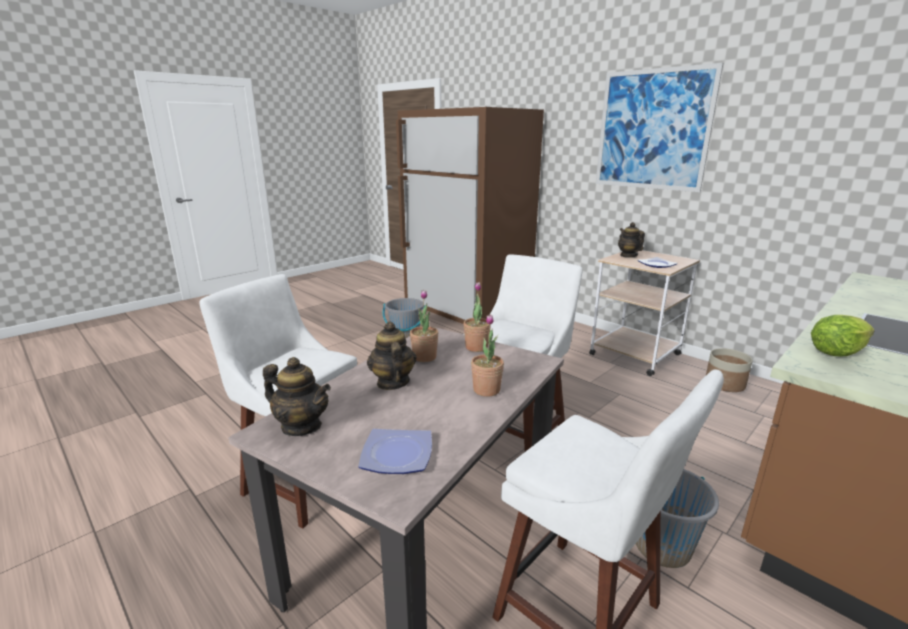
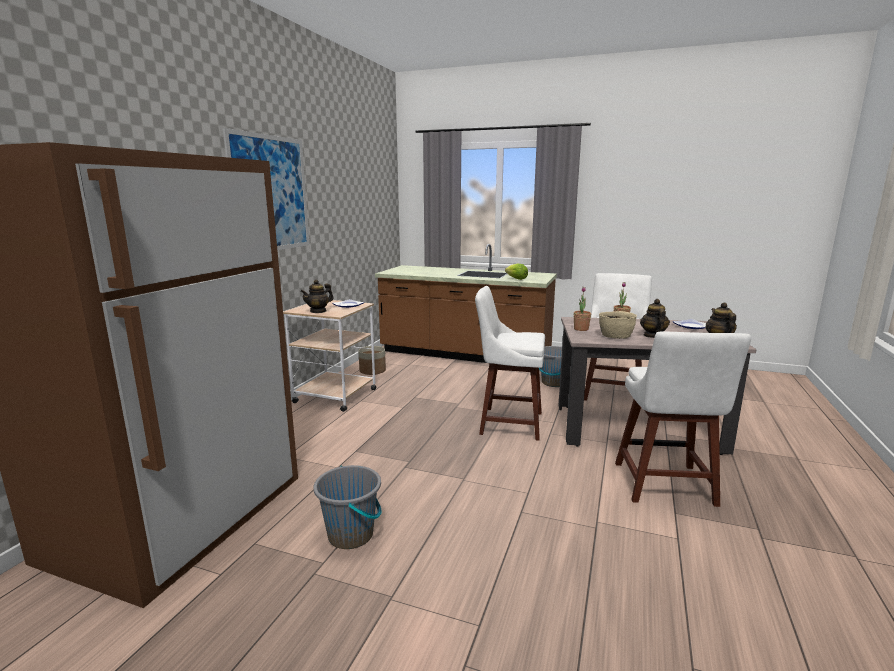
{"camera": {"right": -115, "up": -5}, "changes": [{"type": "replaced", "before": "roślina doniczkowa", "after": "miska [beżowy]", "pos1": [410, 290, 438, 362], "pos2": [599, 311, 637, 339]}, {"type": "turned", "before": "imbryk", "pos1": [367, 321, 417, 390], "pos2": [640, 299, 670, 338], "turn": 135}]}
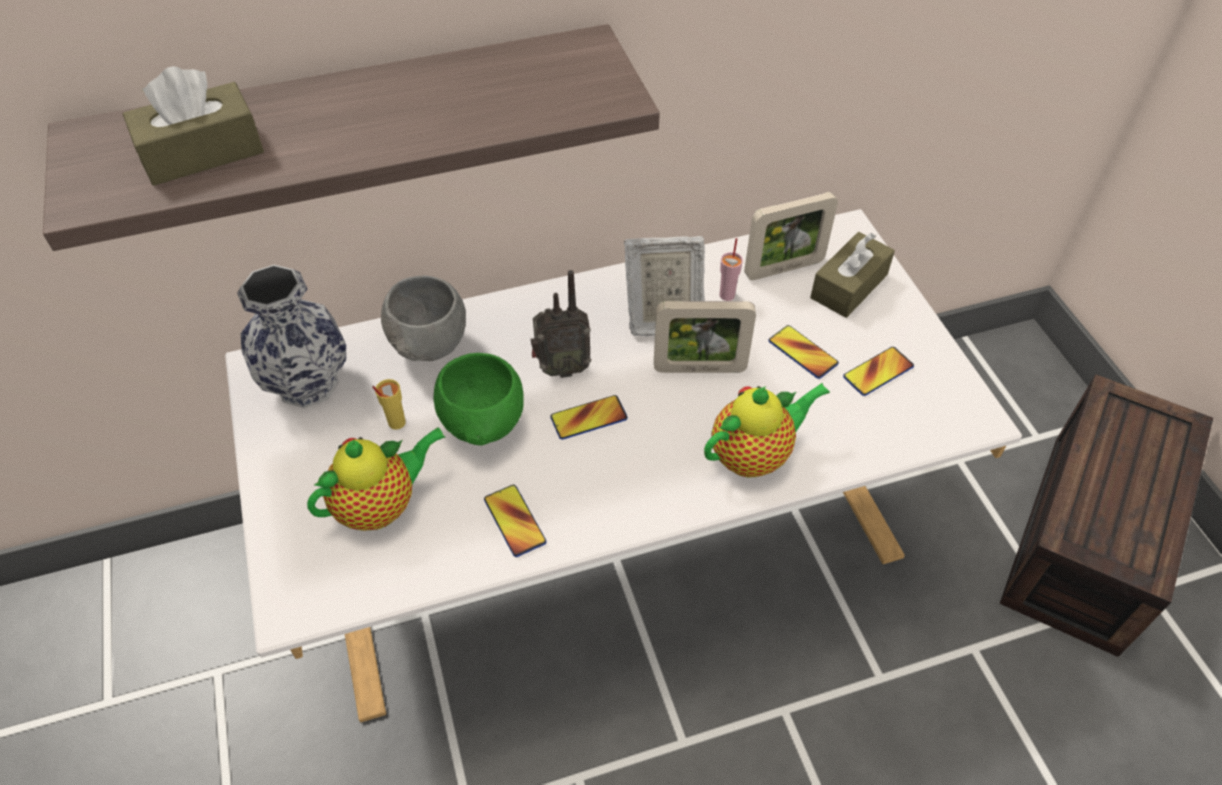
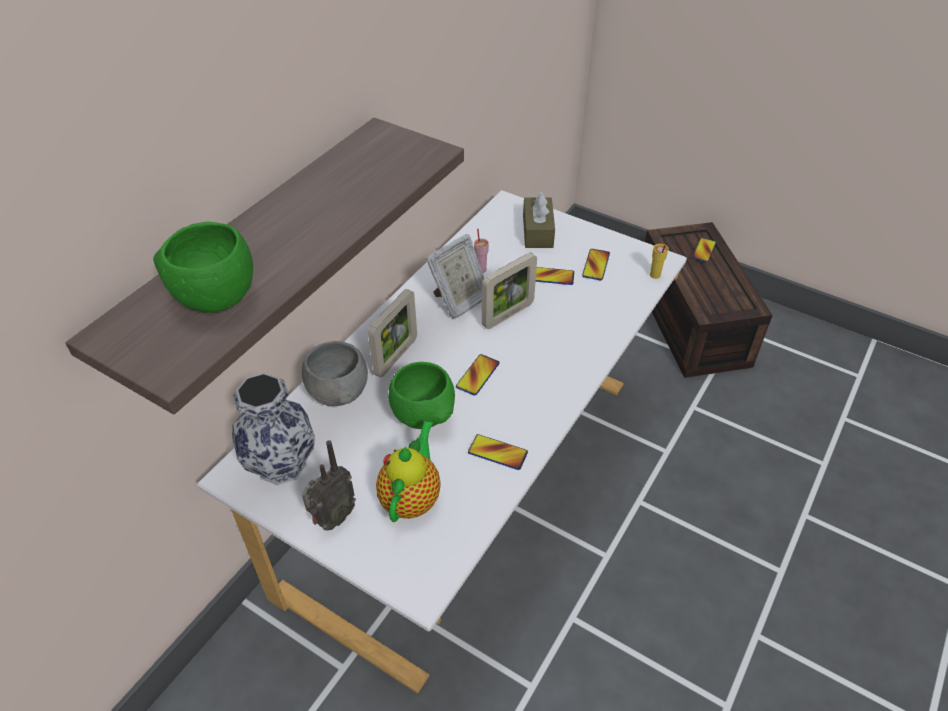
{"camera": {"right": -40, "up": -5}, "changes": [{"type": "replaced", "before": "pudełko chusteczek [brązowy]", "after": "miska [zielony]", "pos1": [123, 66, 264, 186], "pos2": [153, 221, 253, 313]}, {"type": "moved", "before": "radio", "pos1": [530, 270, 591, 378], "pos2": [302, 440, 356, 531]}, {"type": "moved", "before": "ramka na zdjęcie", "pos1": [744, 192, 838, 280], "pos2": [368, 289, 417, 377]}, {"type": "moved", "before": "filiżanka [żółty]", "pos1": [372, 379, 406, 430], "pos2": [650, 244, 669, 279]}, {"type": "added", "after": "telefon", "pos2": [692, 238, 716, 263]}, {"type": "removed", "before": "imbryk", "pos1": [704, 383, 830, 478]}]}
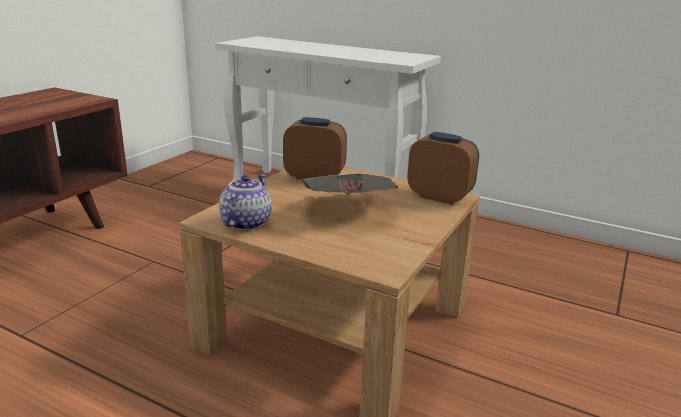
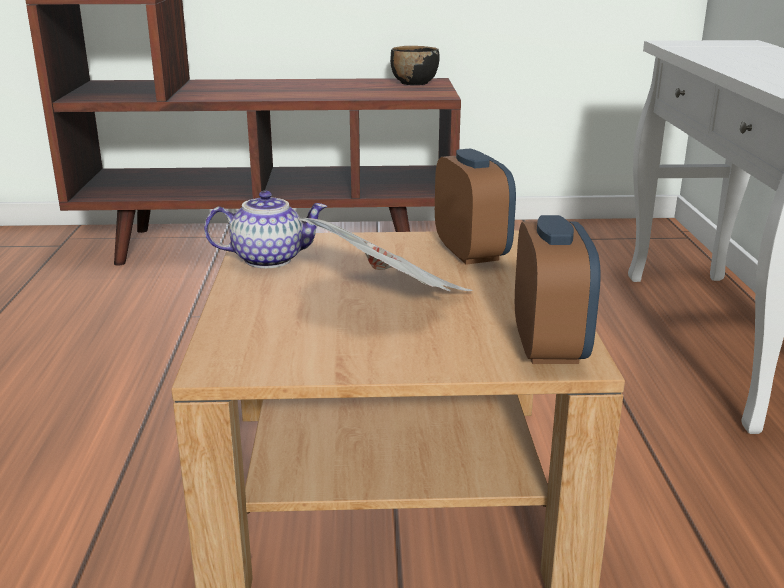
{"camera": {"right": 60, "up": 0}, "changes": [{"type": "added", "after": "miska [czarny]", "pos2": [390, 46, 440, 85]}]}
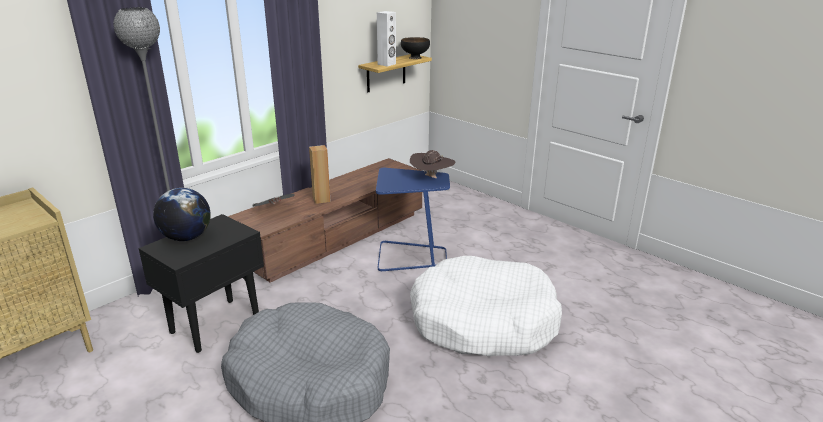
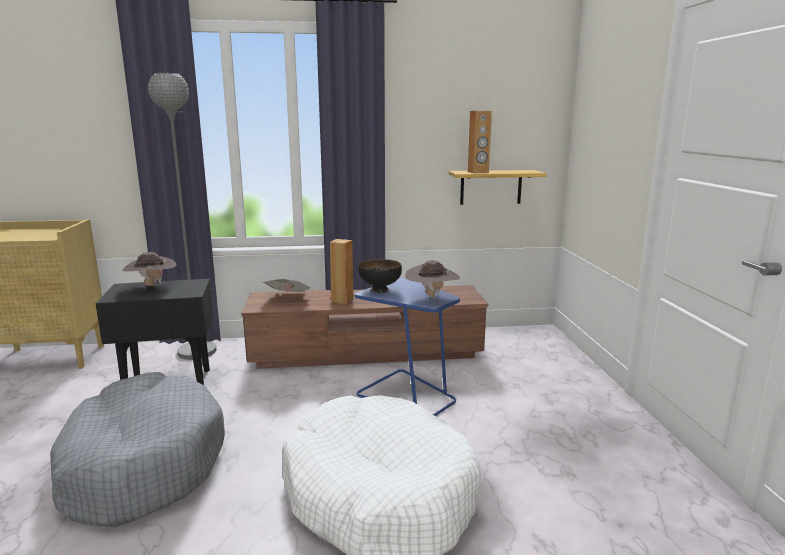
{"camera": {"right": 40, "up": -10}, "changes": [{"type": "replaced", "before": "globus", "after": "kapelusz [brązowy]", "pos1": [153, 188, 211, 241], "pos2": [122, 252, 177, 286]}, {"type": "moved", "before": "miska [czarny]", "pos1": [401, 37, 430, 59], "pos2": [358, 259, 402, 293]}, {"type": "recoloured", "before": "głośnik [biały]", "after": "głośnik [brązowy]", "pos1": [377, 11, 396, 67], "pos2": [468, 111, 492, 173]}]}
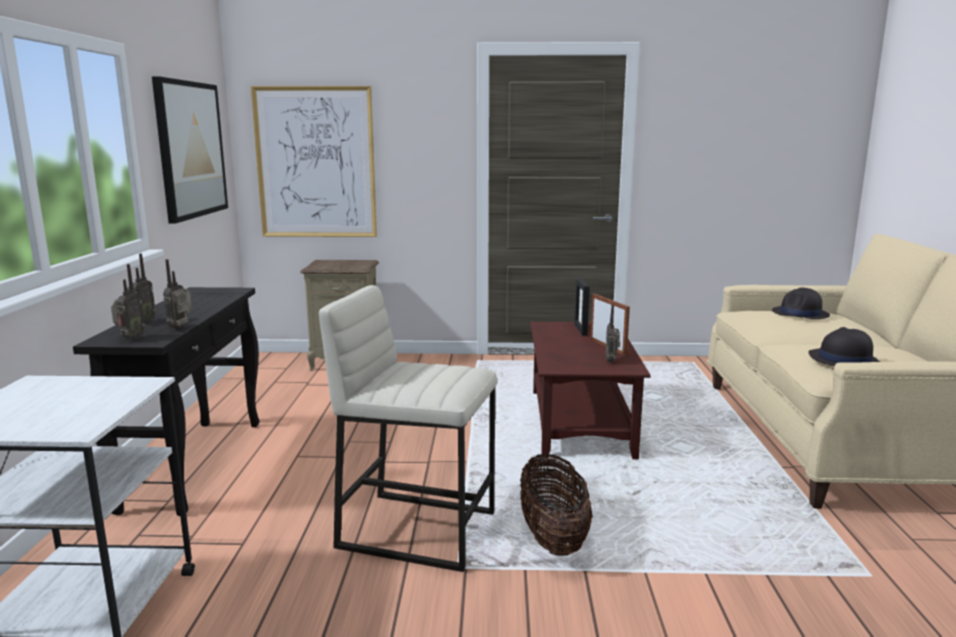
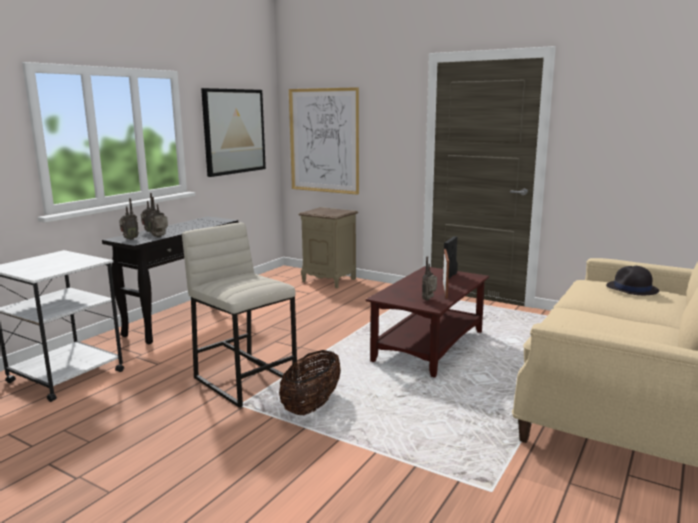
{"camera": {"right": 30, "up": 0}, "changes": [{"type": "removed", "before": "kapelusz [czarny]", "pos1": [809, 327, 880, 366]}]}
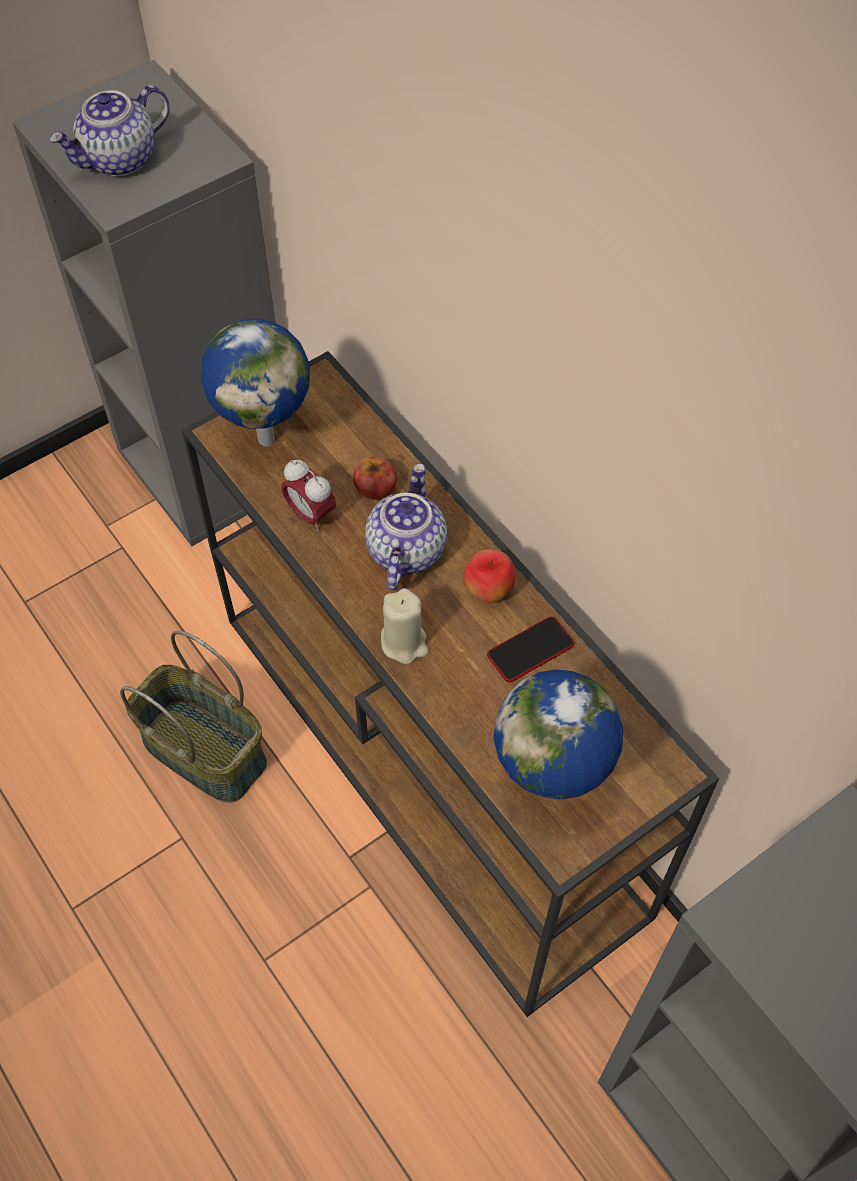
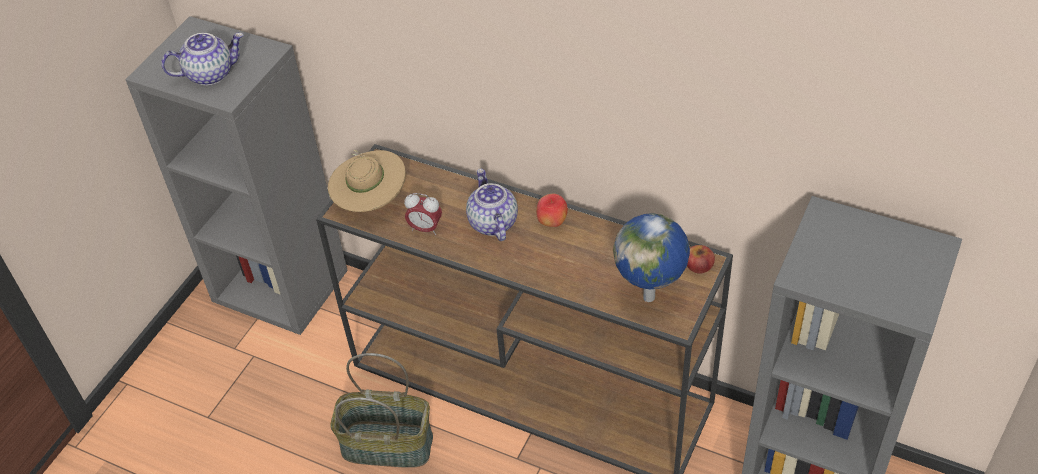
{"camera": {"right": -25, "up": -10}, "changes": [{"type": "turned", "before": "imbryk", "pos1": [49, 85, 170, 176], "pos2": [161, 33, 244, 85], "turn": -135}, {"type": "replaced", "before": "globus", "after": "kapelusz [beżowy]", "pos1": [200, 319, 310, 446], "pos2": [328, 150, 406, 212]}, {"type": "moved", "before": "jabłko", "pos1": [353, 457, 397, 500], "pos2": [687, 245, 715, 274]}, {"type": "removed", "before": "świeca [beżowy]", "pos1": [381, 588, 429, 664]}, {"type": "removed", "before": "telefon", "pos1": [487, 617, 574, 682]}]}
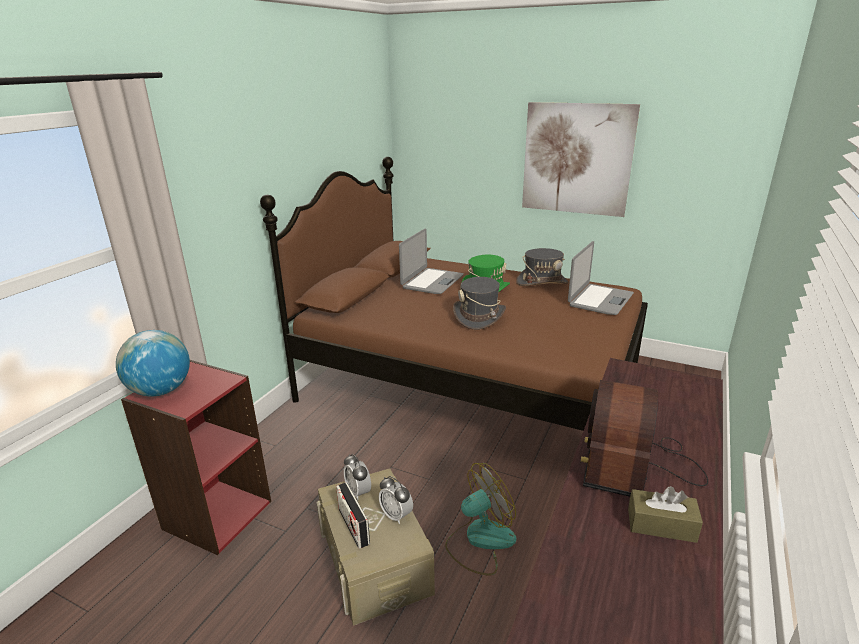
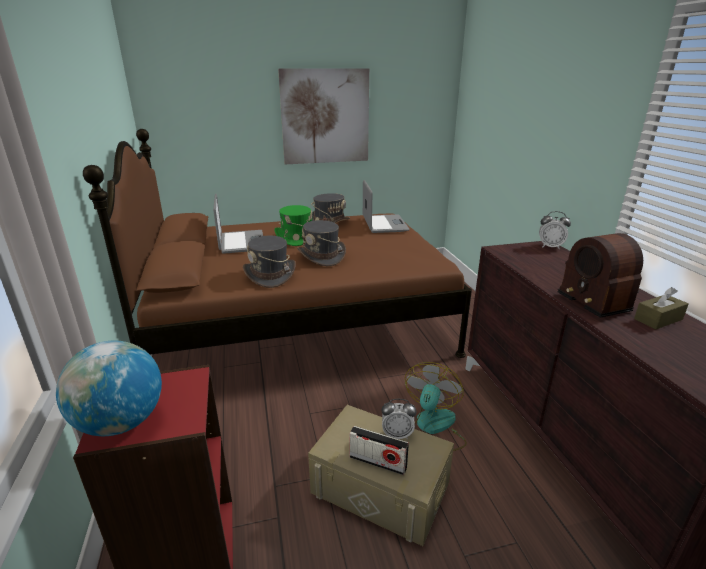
{"camera": {"right": -40, "up": 0}, "changes": [{"type": "added", "after": "kapelusz [szary]", "pos2": [243, 236, 296, 288]}, {"type": "moved", "before": "budzik", "pos1": [344, 454, 371, 501], "pos2": [539, 211, 571, 249]}]}
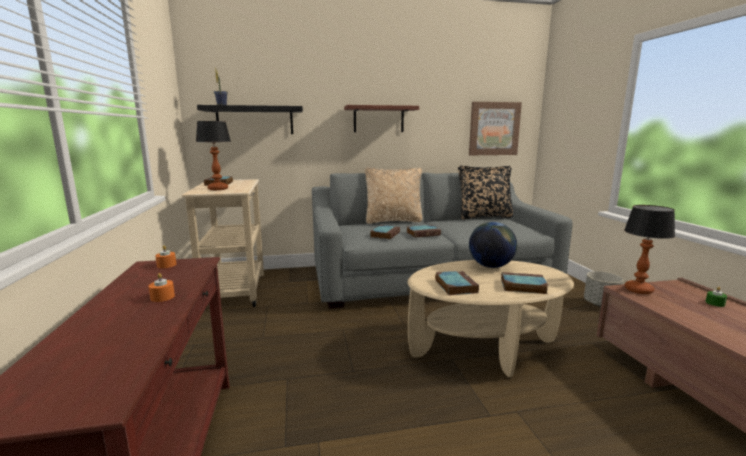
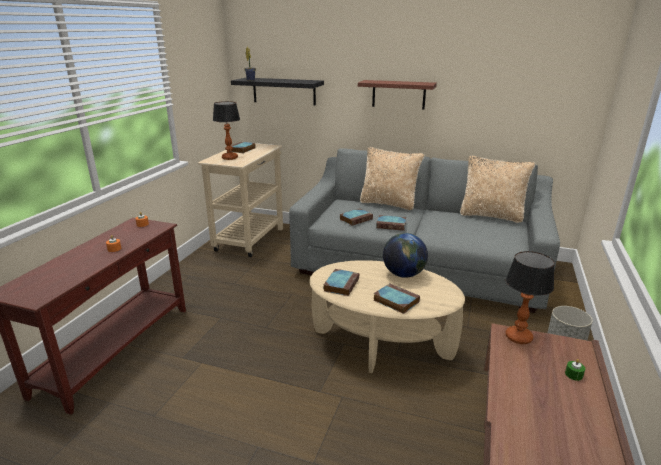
{"camera": {"right": 30, "up": 10}, "changes": [{"type": "recoloured", "before": "poduszka [czarny]", "after": "poduszka [beżowy]", "pos1": [458, 166, 513, 220], "pos2": [460, 155, 535, 223]}, {"type": "removed", "before": "obraz", "pos1": [469, 102, 522, 155]}]}
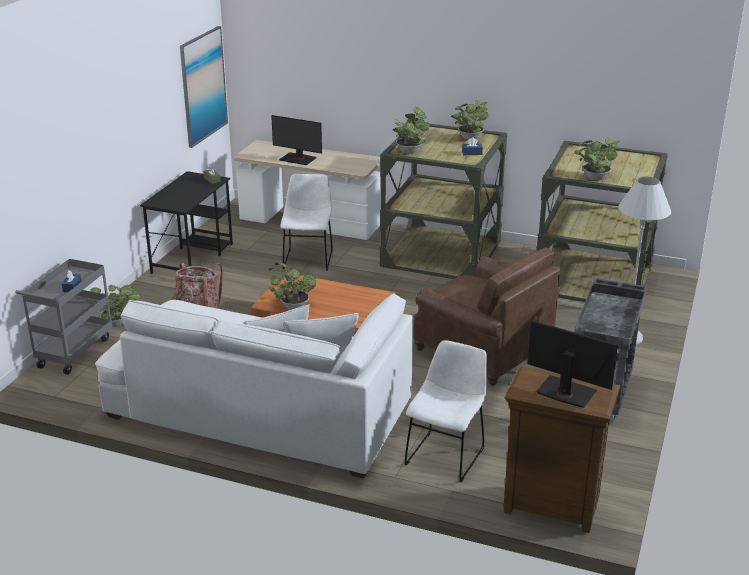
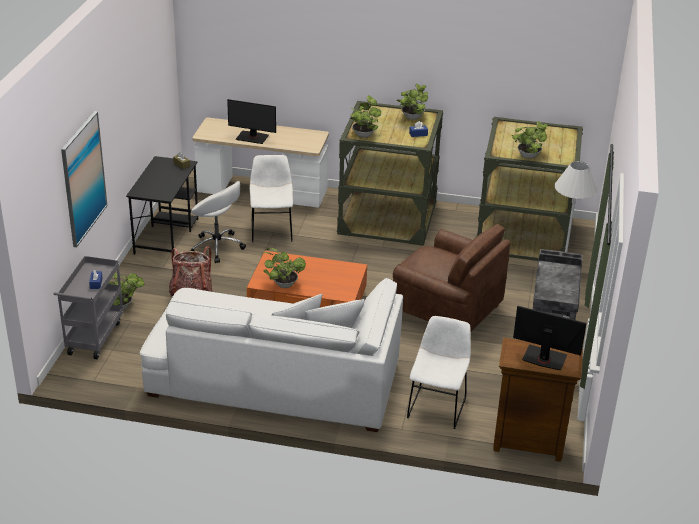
{"camera": {"right": -10, "up": 5}, "changes": [{"type": "moved", "before": "obraz", "pos1": [180, 26, 228, 148], "pos2": [61, 111, 107, 247]}, {"type": "added", "after": "krzesło biurowe [biały]", "pos2": [190, 181, 246, 263]}]}
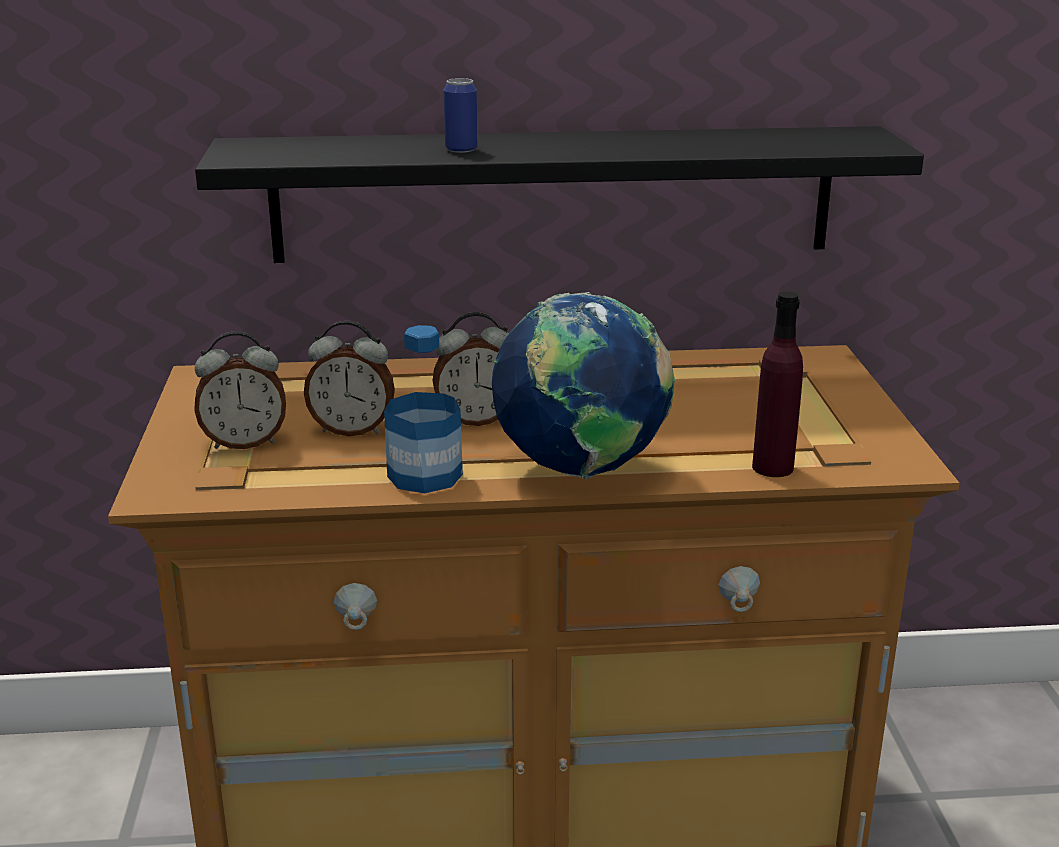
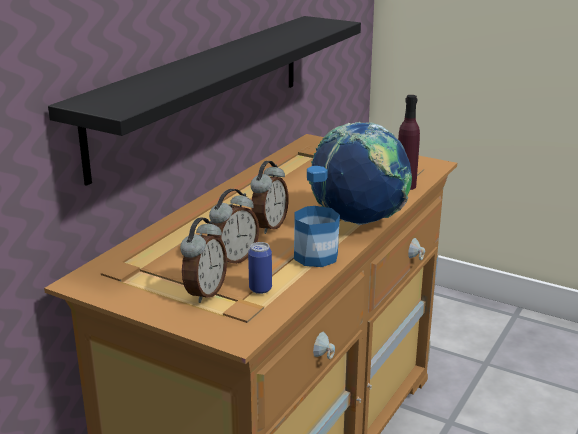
{"camera": {"right": -55, "up": 0}, "changes": [{"type": "moved", "before": "puszka", "pos1": [444, 78, 478, 153], "pos2": [248, 242, 272, 294]}]}
